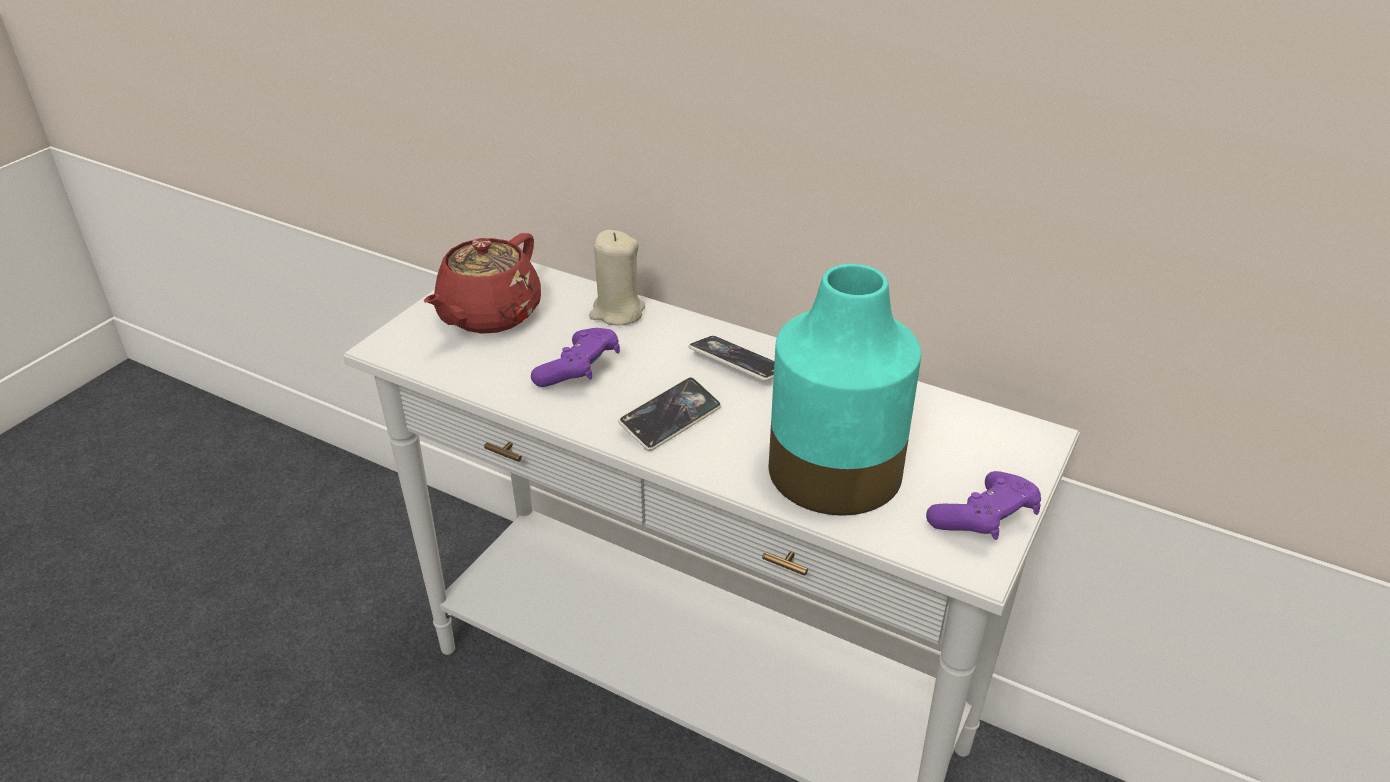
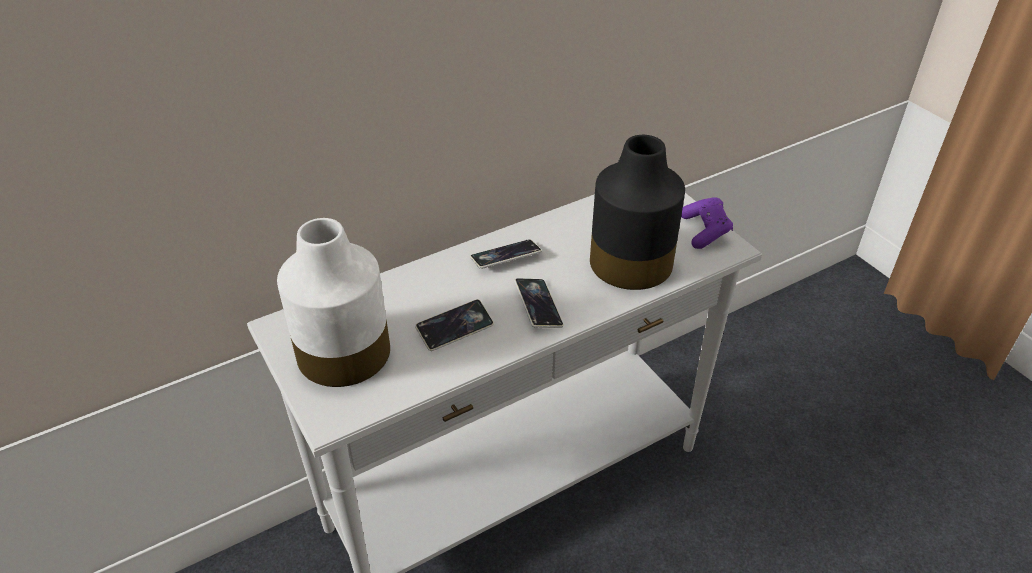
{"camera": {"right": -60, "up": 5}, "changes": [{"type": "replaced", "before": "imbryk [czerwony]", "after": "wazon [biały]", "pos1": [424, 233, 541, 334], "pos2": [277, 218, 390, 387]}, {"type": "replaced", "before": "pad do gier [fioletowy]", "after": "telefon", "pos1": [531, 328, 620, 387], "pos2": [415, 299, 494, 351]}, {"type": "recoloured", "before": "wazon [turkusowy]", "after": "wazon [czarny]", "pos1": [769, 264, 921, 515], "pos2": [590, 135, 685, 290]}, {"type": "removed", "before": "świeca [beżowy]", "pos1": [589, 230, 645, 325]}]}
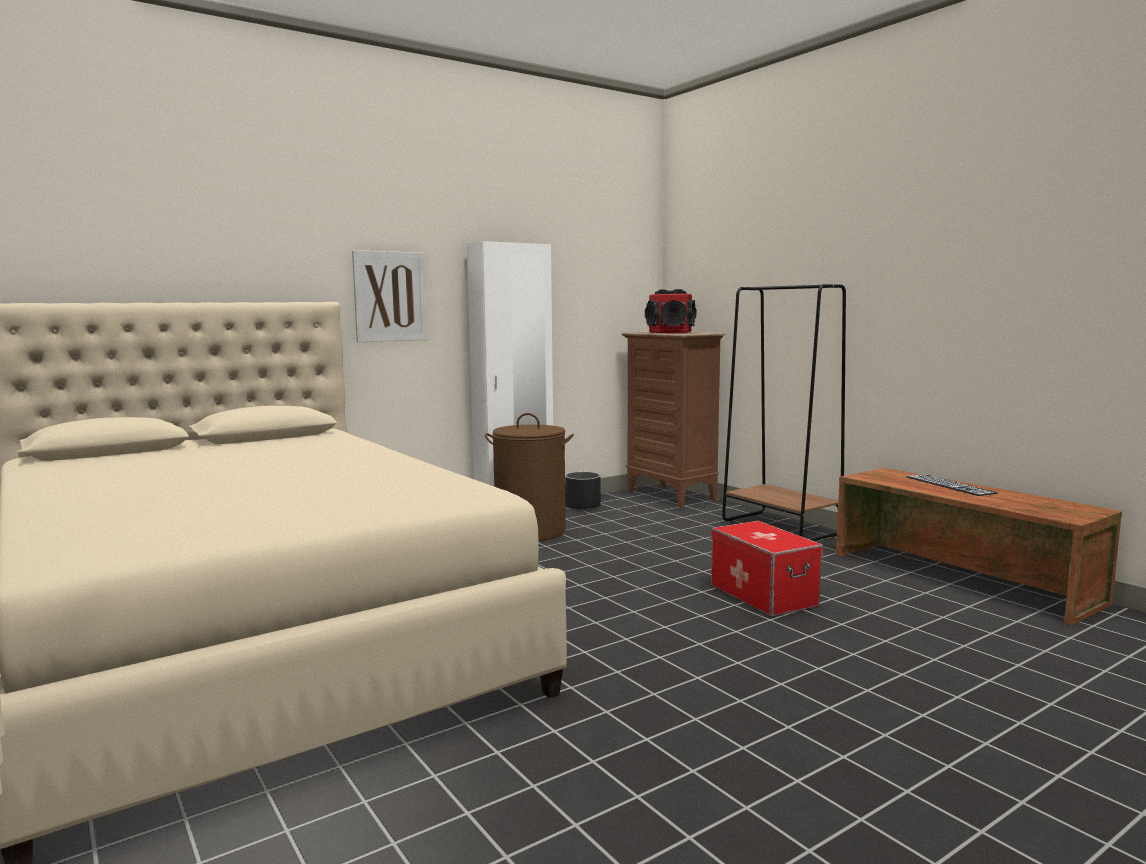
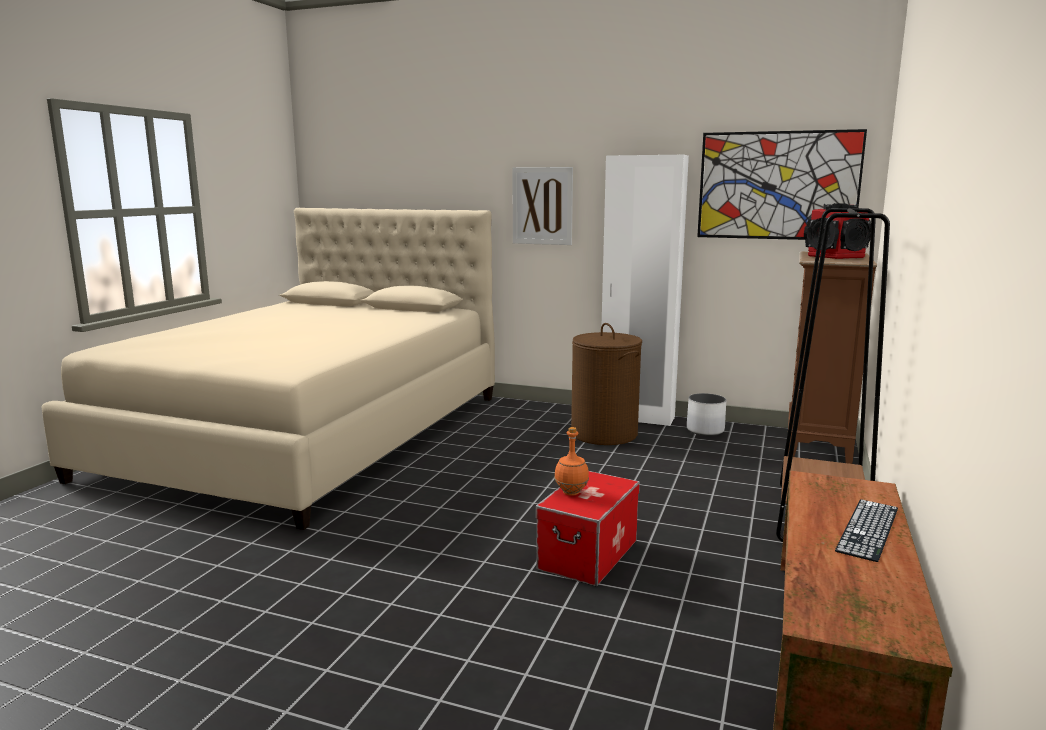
{"camera": {"right": 55, "up": 5}, "changes": [{"type": "added", "after": "butelka [pomarańczowy]", "pos2": [554, 427, 589, 496]}, {"type": "recoloured", "before": "donica [czarny]", "after": "donica [biały]", "pos1": [565, 472, 601, 511], "pos2": [687, 393, 726, 436]}, {"type": "added", "after": "obraz", "pos2": [697, 129, 867, 240]}]}
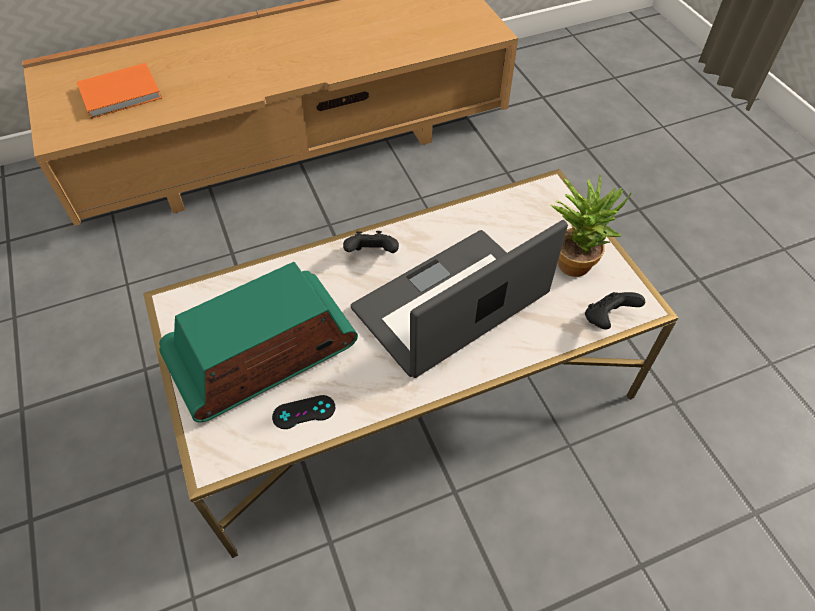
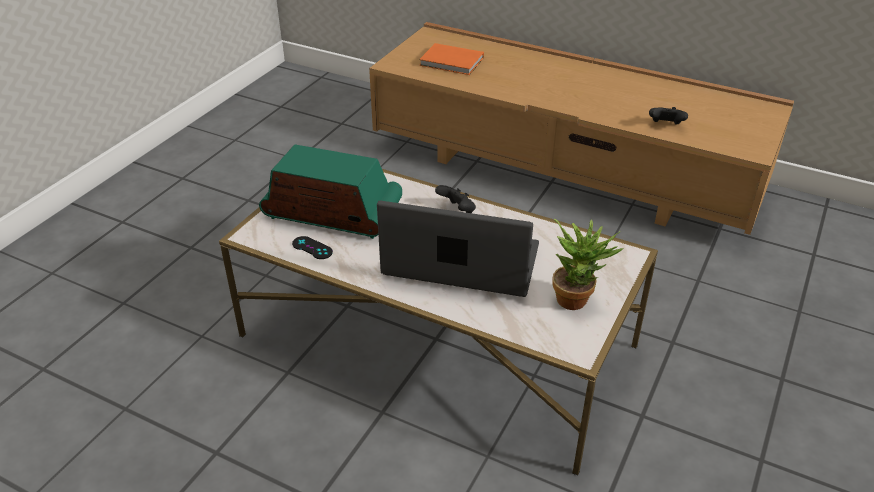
{"camera": {"right": 50, "up": -15}, "changes": [{"type": "moved", "before": "pad do gier [czarny]", "pos1": [585, 292, 645, 330], "pos2": [649, 107, 688, 125]}]}
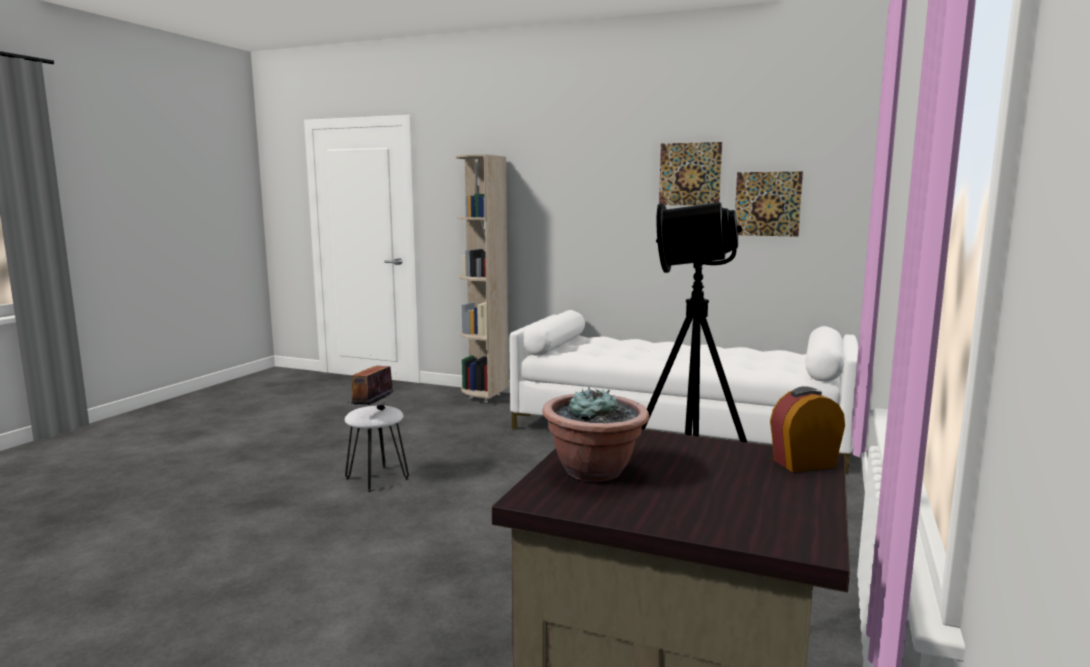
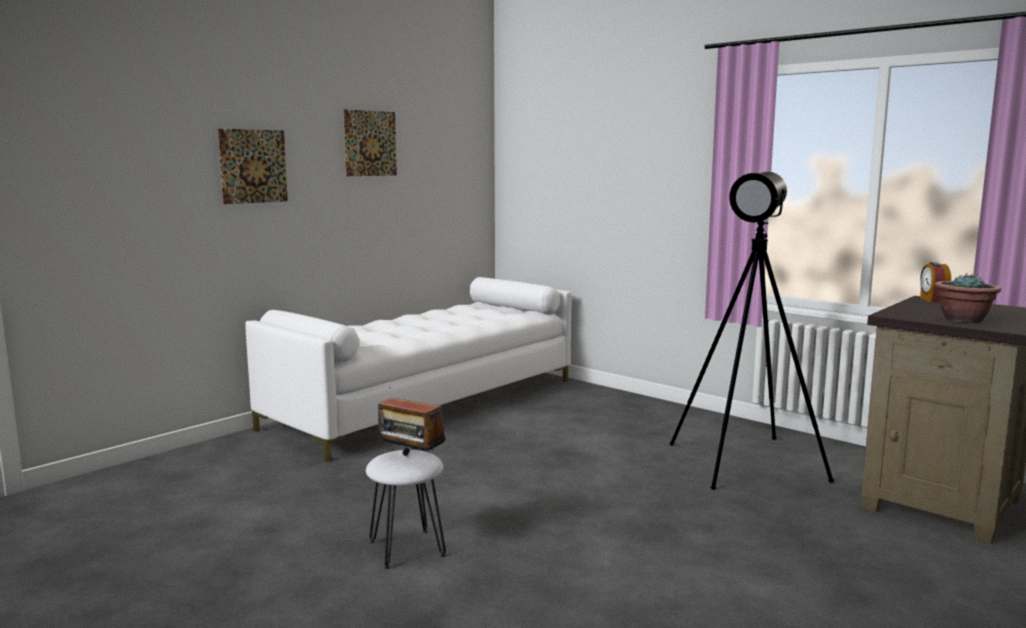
{"camera": {"right": -70, "up": 0}, "changes": [{"type": "moved", "before": "obraz", "pos1": [735, 172, 803, 237], "pos2": [218, 129, 288, 204]}, {"type": "removed", "before": "regał [beżowy]", "pos1": [456, 154, 509, 403]}]}
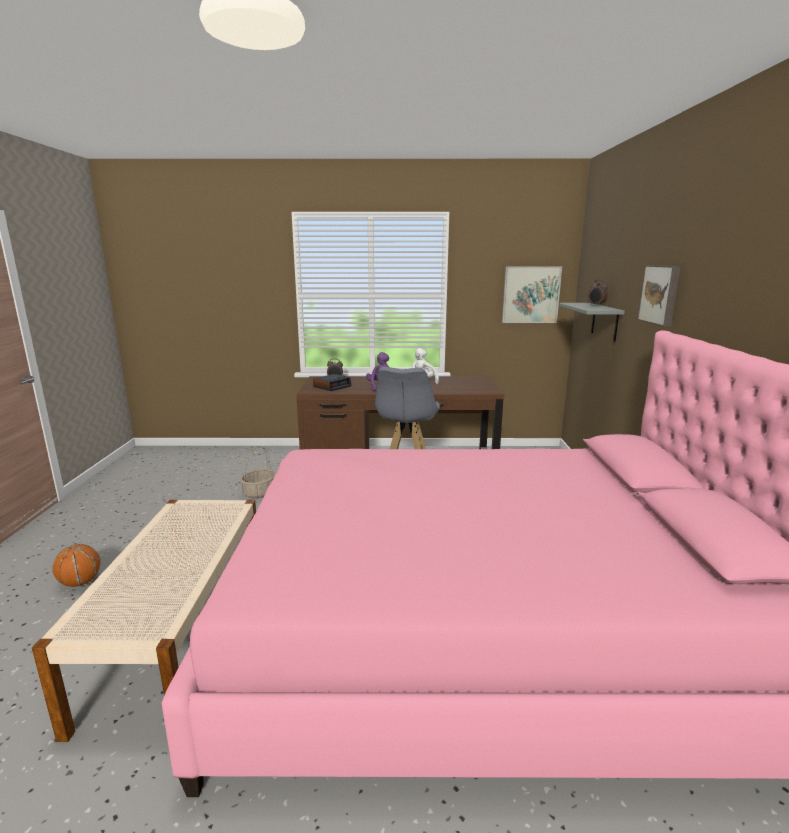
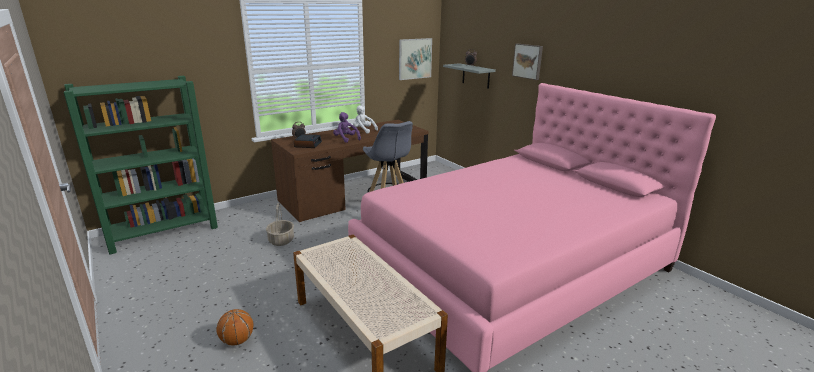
{"camera": {"right": -35, "up": 5}, "changes": [{"type": "added", "after": "regał [zielony]", "pos2": [64, 76, 218, 254]}]}
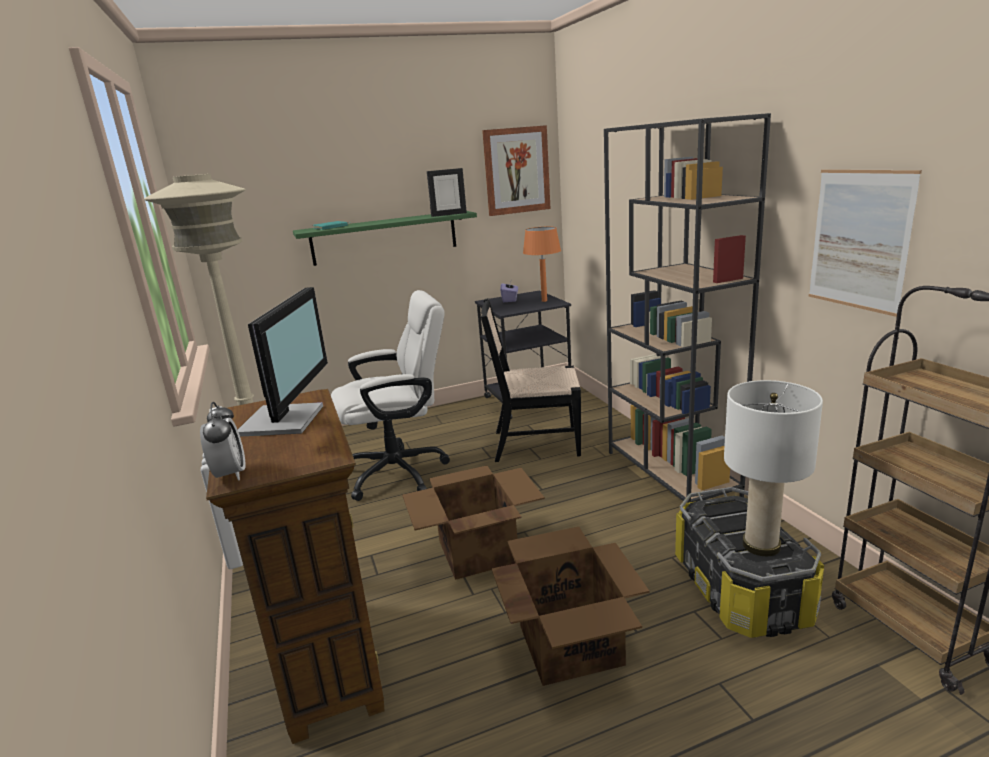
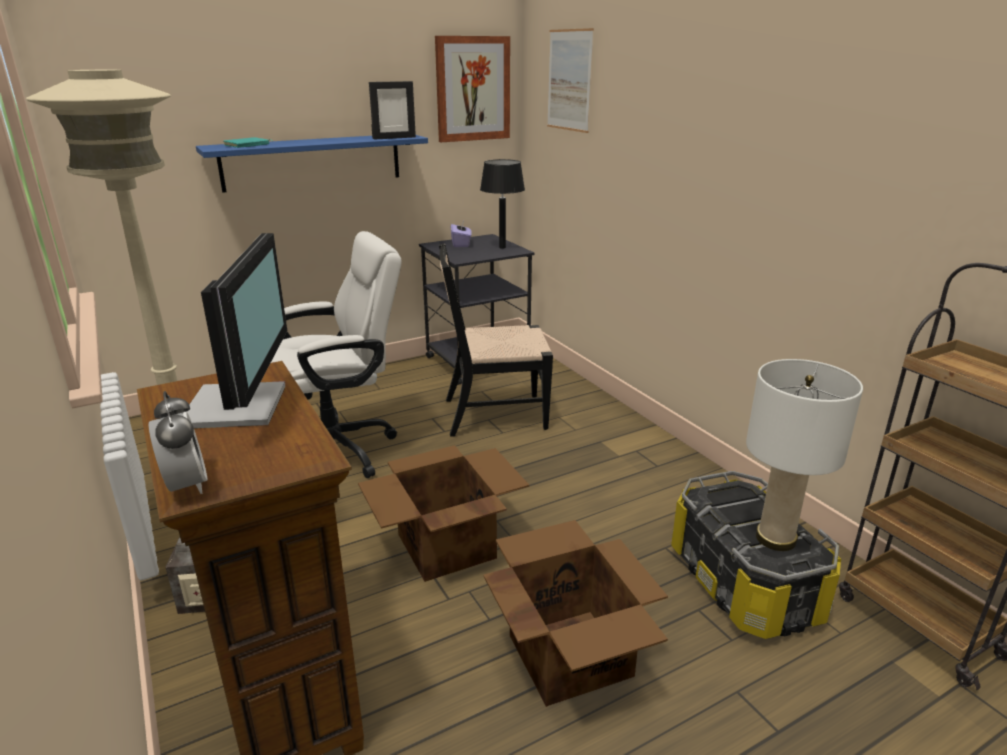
{"camera": {"right": -10, "up": 5}, "changes": [{"type": "recoloured", "before": "półka [zielony]", "after": "półka [niebieski]", "pos1": [293, 211, 477, 266], "pos2": [196, 135, 428, 193]}, {"type": "recoloured", "before": "lampa stołowa [pomarańczowy]", "after": "lampa stołowa [czarny]", "pos1": [523, 226, 561, 302], "pos2": [480, 159, 525, 249]}, {"type": "moved", "before": "obraz", "pos1": [809, 169, 922, 317], "pos2": [547, 28, 594, 133]}, {"type": "removed", "before": "regał", "pos1": [604, 113, 771, 503]}]}
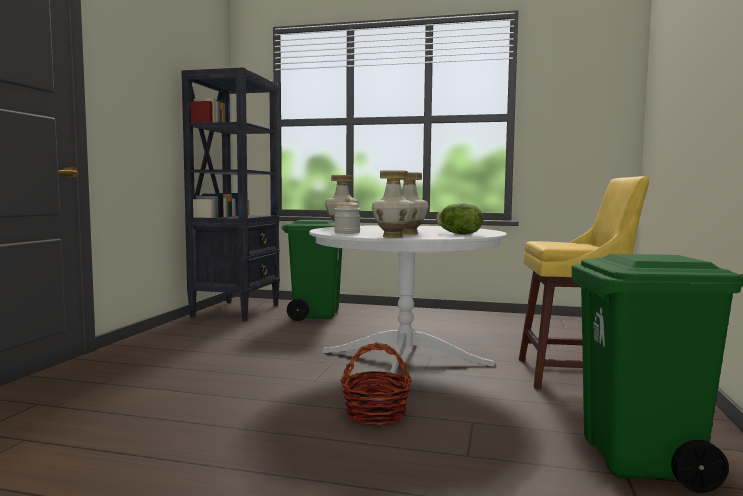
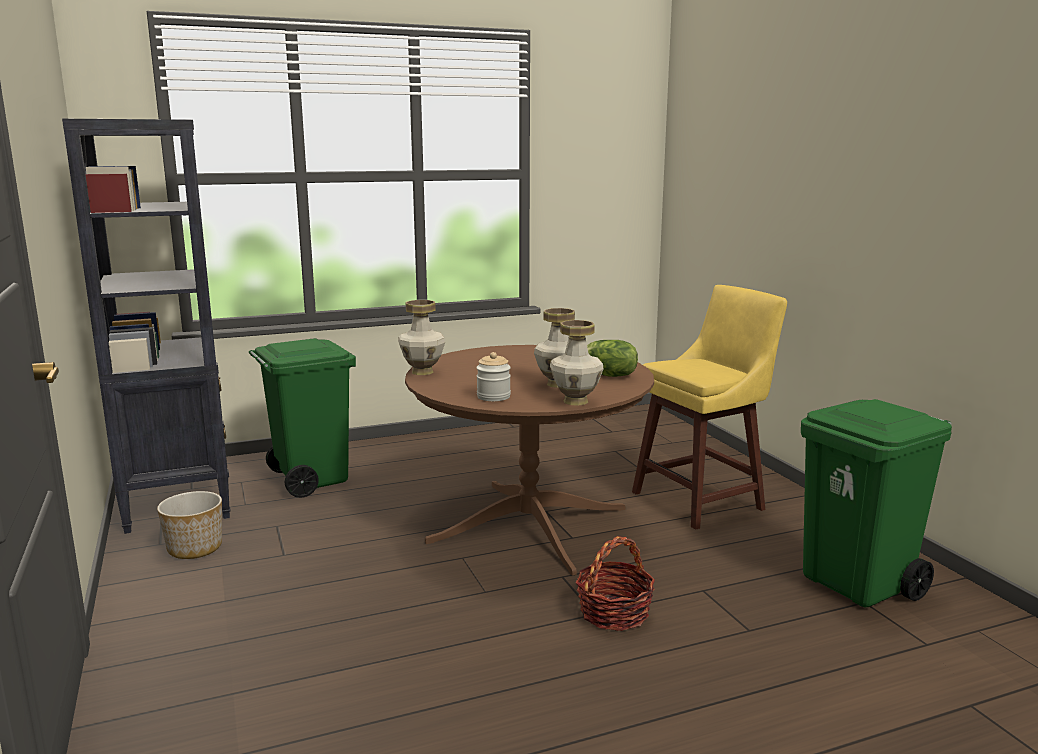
{"camera": {"right": -35, "up": 10}, "changes": [{"type": "added", "after": "donica", "pos2": [157, 491, 222, 559]}, {"type": "recoloured", "before": "stół jadalny [biały]", "after": "stół jadalny [brązowy]", "pos1": [309, 225, 507, 380], "pos2": [405, 345, 654, 576]}]}
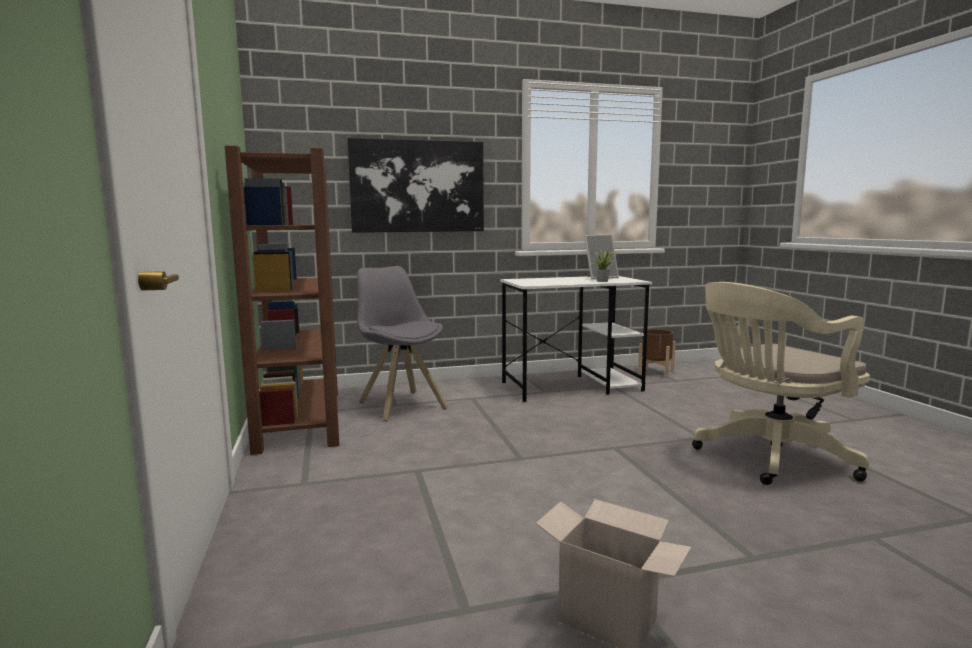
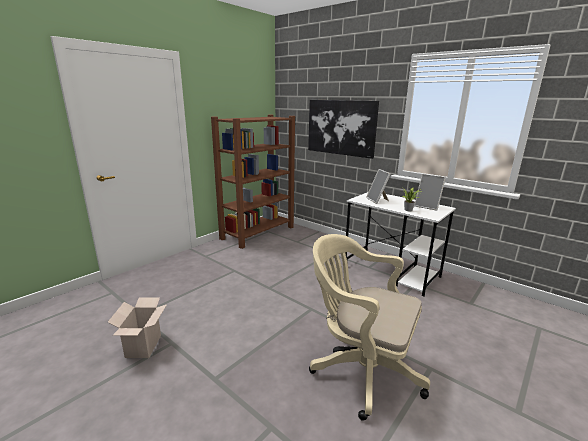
{"camera": {"right": 55, "up": 10}, "changes": [{"type": "added", "after": "ramka na zdjęcie", "pos2": [366, 169, 391, 204]}, {"type": "removed", "before": "krzesło [szary]", "pos1": [357, 266, 448, 421]}, {"type": "removed", "before": "donica [brązowy]", "pos1": [638, 329, 675, 378]}]}
